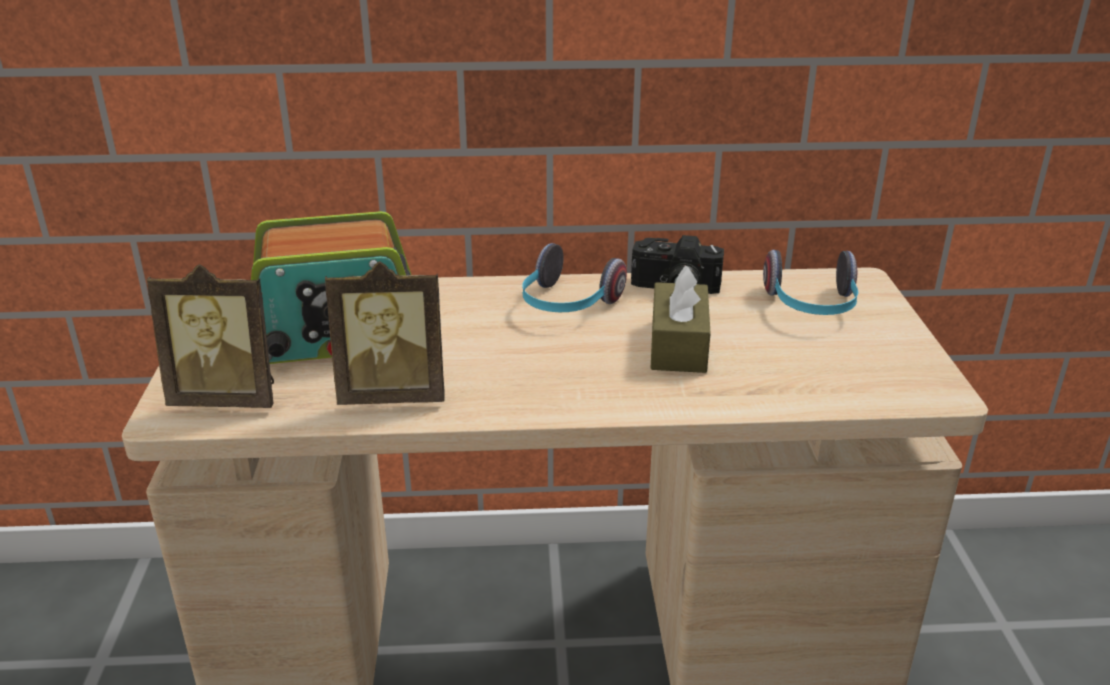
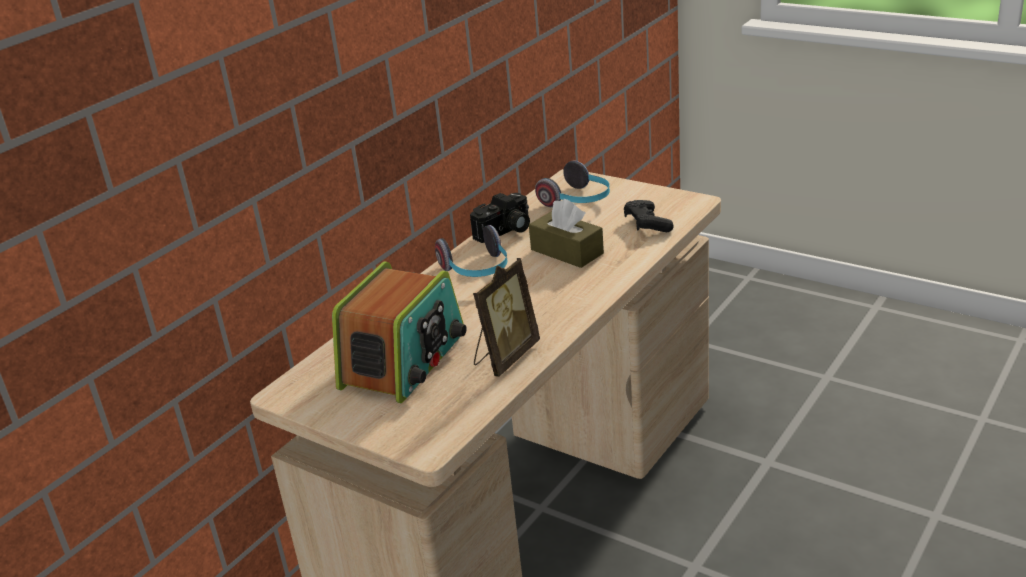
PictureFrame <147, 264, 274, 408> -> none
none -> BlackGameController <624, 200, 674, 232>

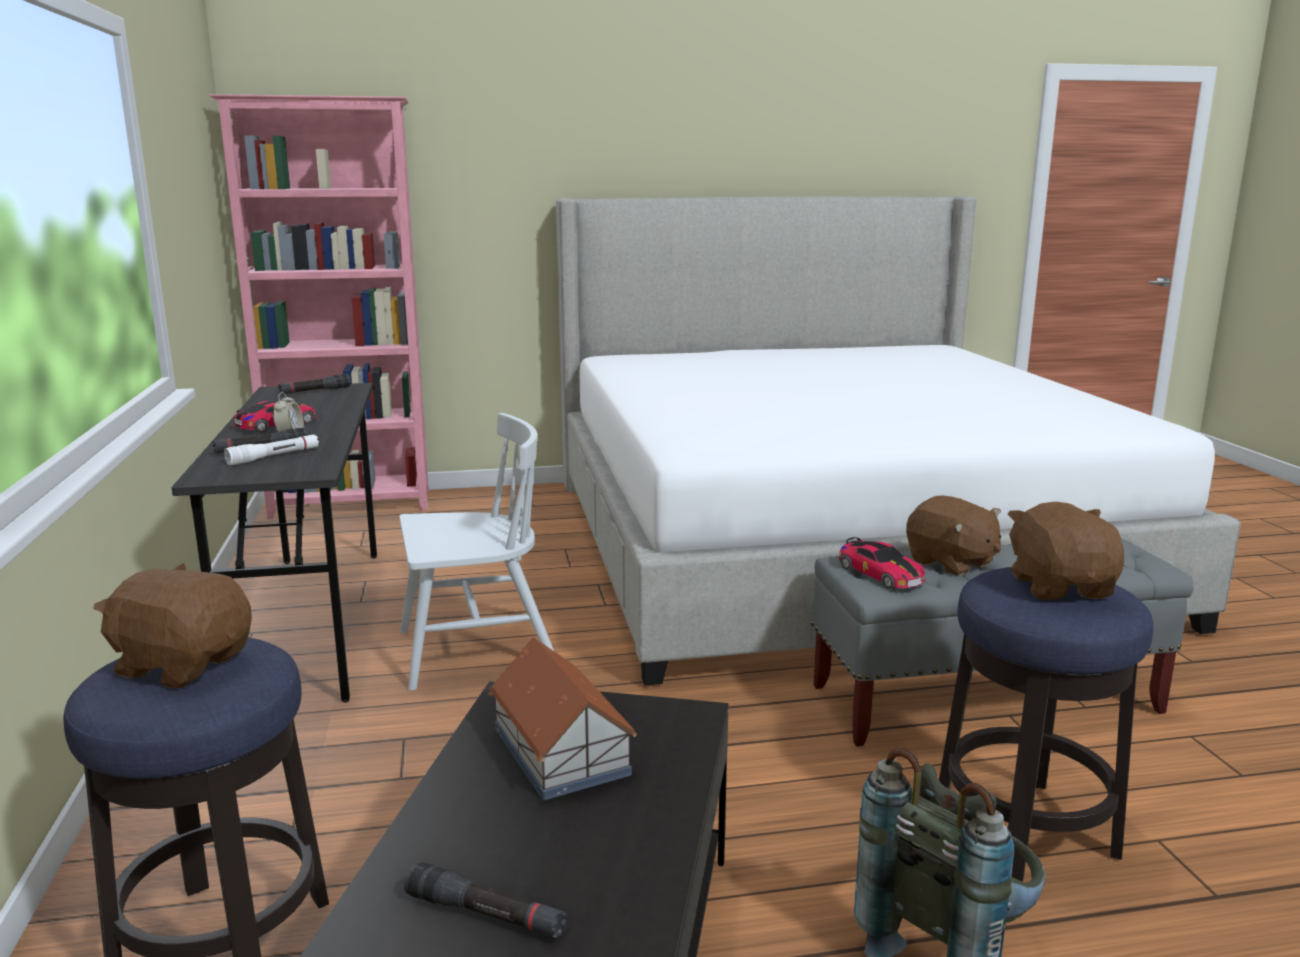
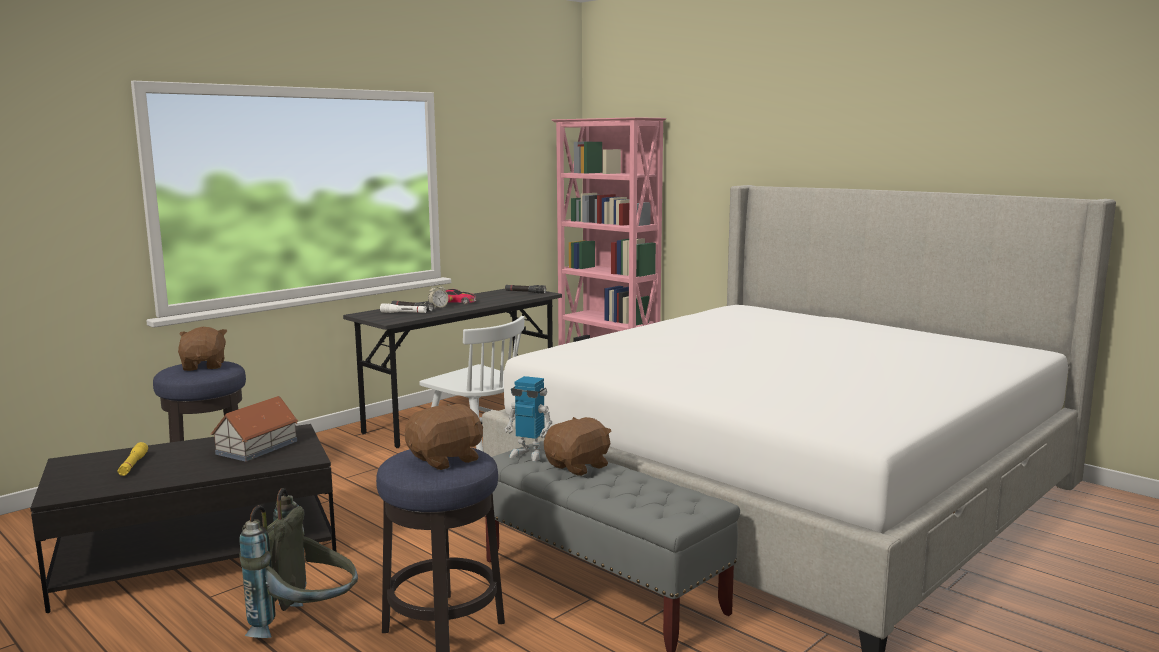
BlackFlashlight <404, 862, 566, 938> -> YellowFlashlight <117, 442, 148, 476>
ToyCar <839, 537, 925, 589> -> ToyRobot <504, 376, 552, 461>
BrownPlushToy <906, 496, 1001, 576> -> BrownPlushToy <544, 417, 612, 476>, 150 degrees counterclockwise

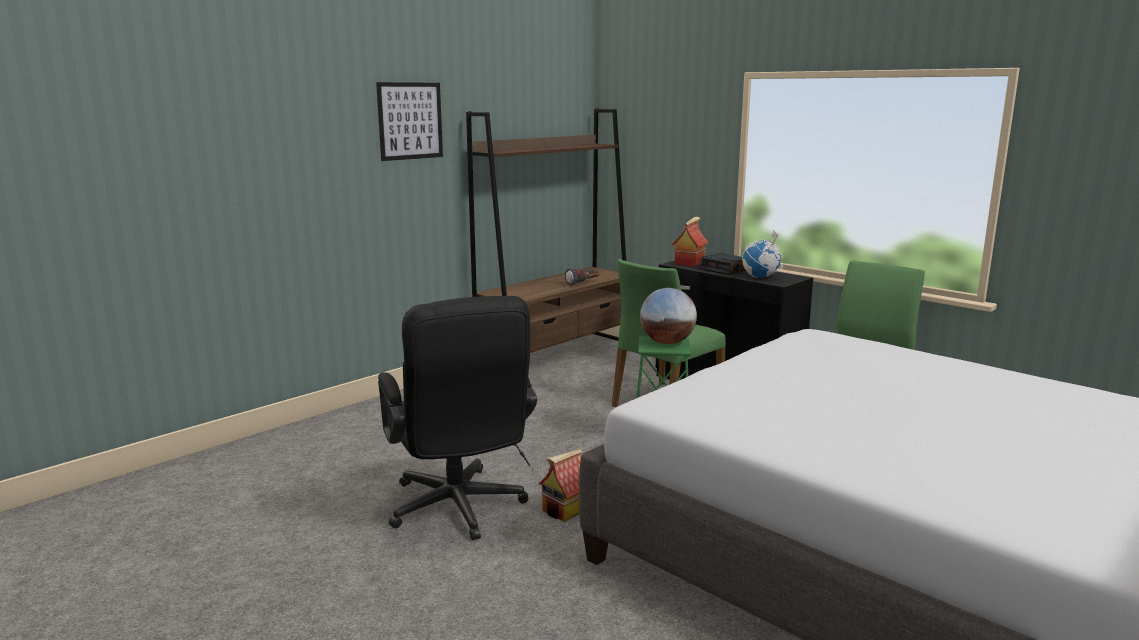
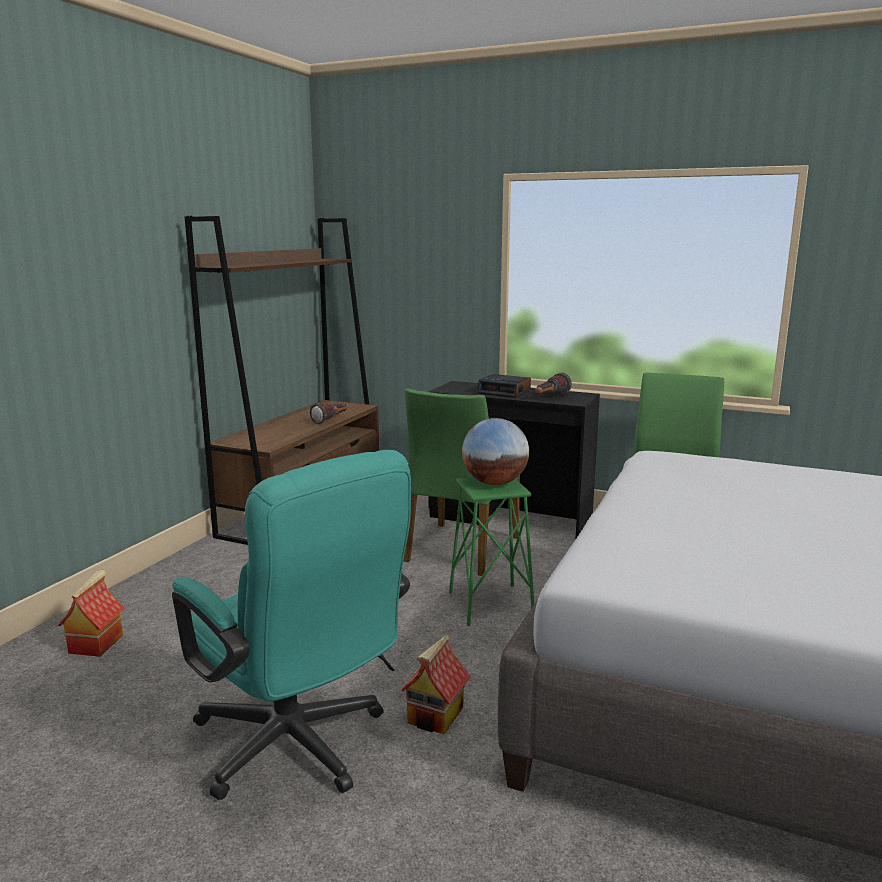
Picture <376, 82, 443, 161> -> none
BlackOfficeChair <378, 296, 537, 540> -> TurquoiseOfficeChair <172, 450, 411, 800>
ToyHouse <672, 216, 708, 267> -> ToyHouse <58, 570, 125, 657>, move
Globe <742, 230, 783, 278> -> Flashlight <535, 372, 572, 395>

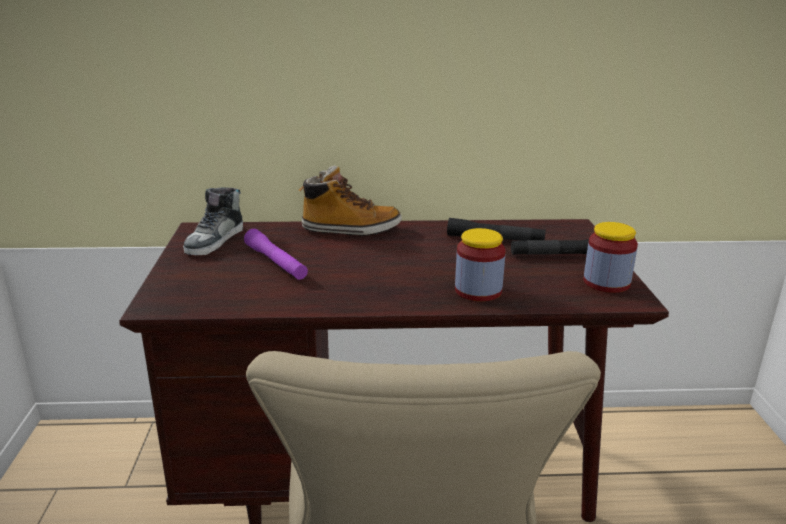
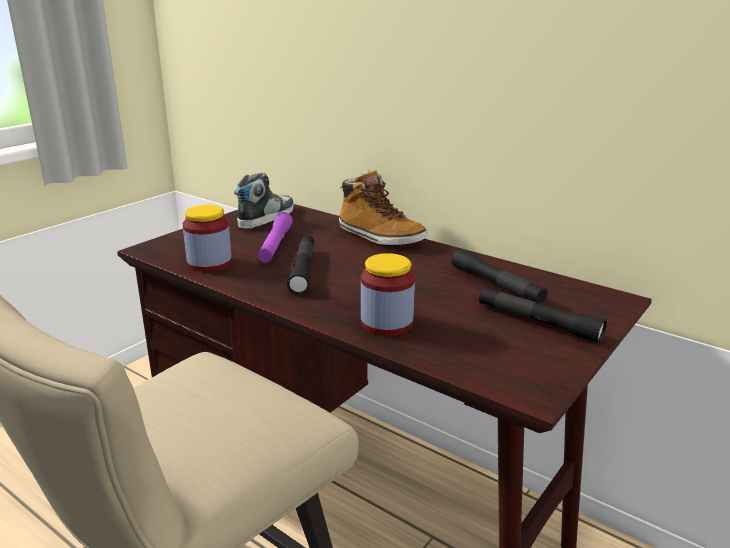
Shoe <183, 187, 243, 255> -> Shoe <234, 172, 294, 229>, 150 degrees clockwise
Jar <584, 222, 638, 293> -> Jar <183, 205, 232, 272>, move
none -> BlackFlashlight <287, 235, 314, 295>

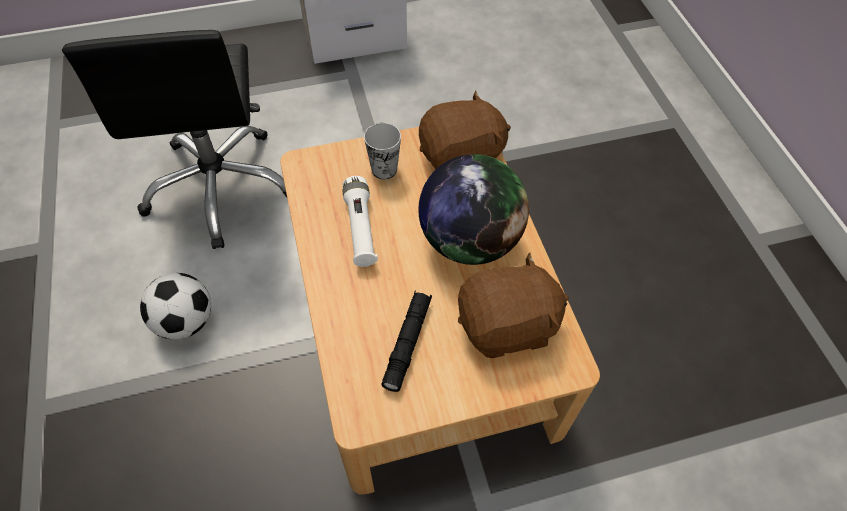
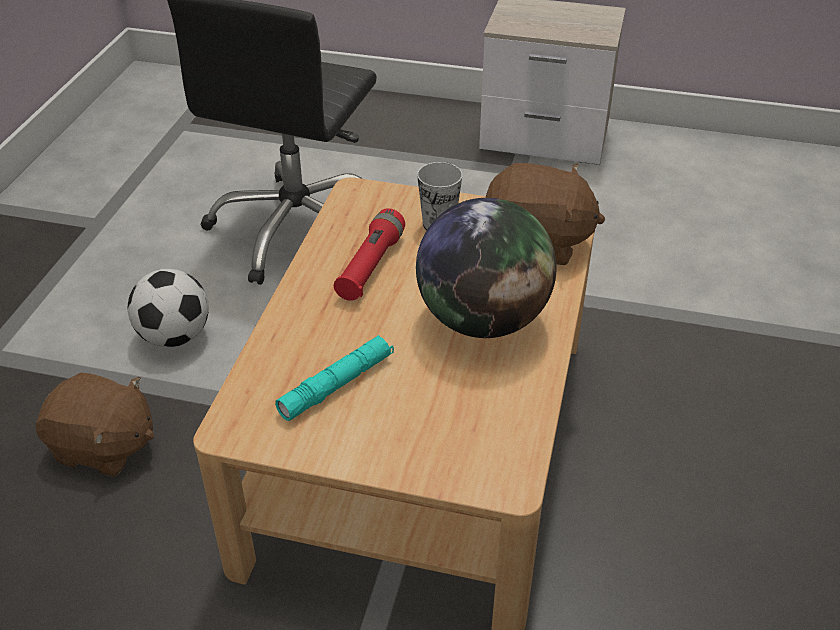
WhiteFlashlight <343, 176, 378, 267> -> RedFlashlight <334, 208, 405, 301>
BlackFlashlight <381, 290, 432, 392> -> TurquoiseFlashlight <275, 335, 394, 421>
BrownPlushToy <458, 253, 569, 358> -> BrownPlushToy <36, 373, 154, 477>, move

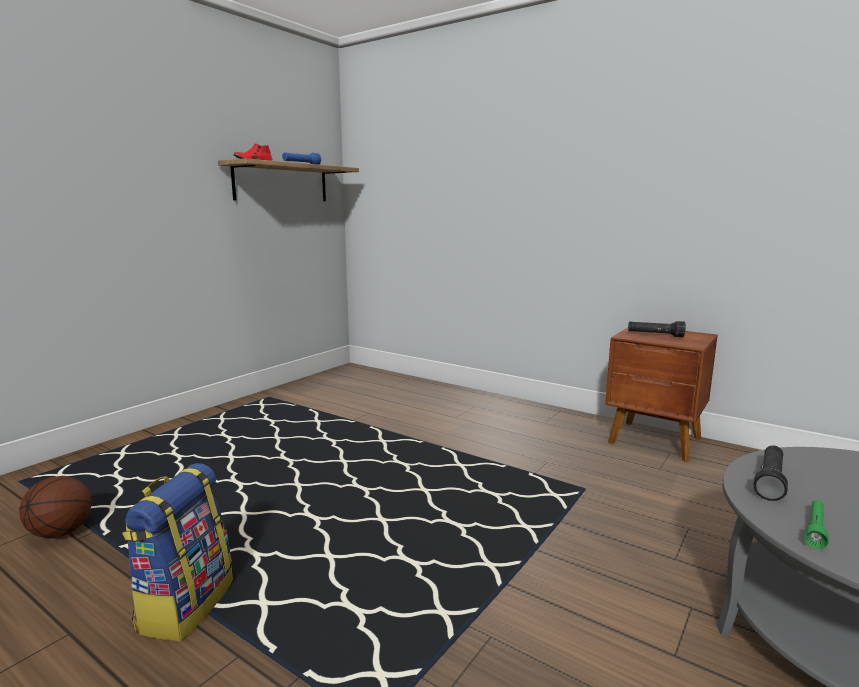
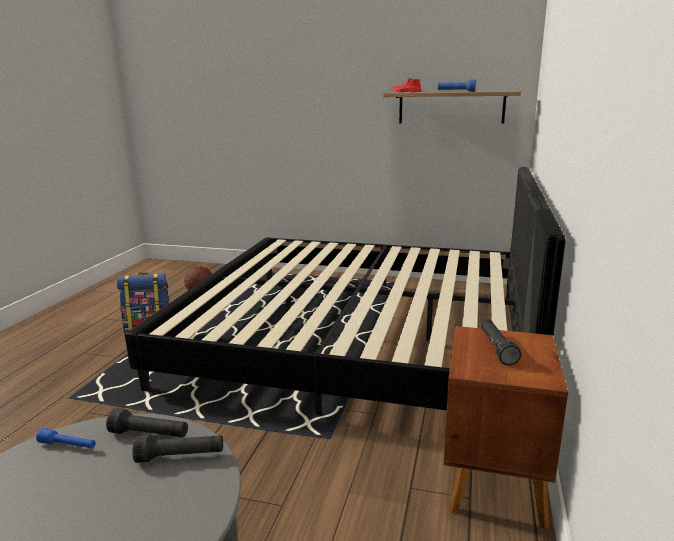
GreenFlashlight <805, 500, 829, 549> -> BlueFlashlight <36, 428, 96, 448>
none -> Bed <125, 167, 565, 416>
none -> BlackFlashlight <132, 435, 223, 463>

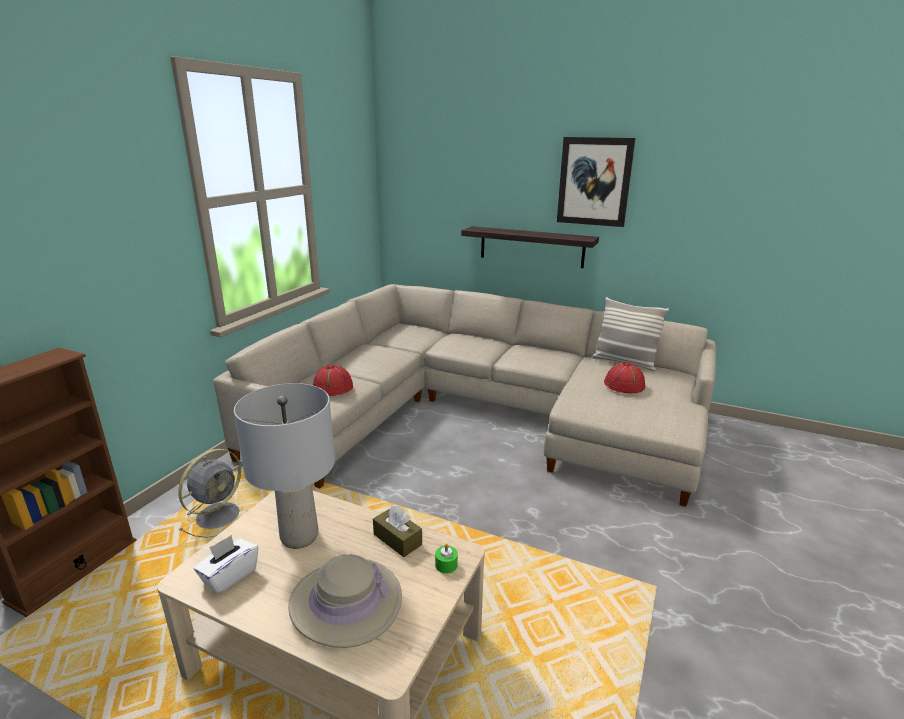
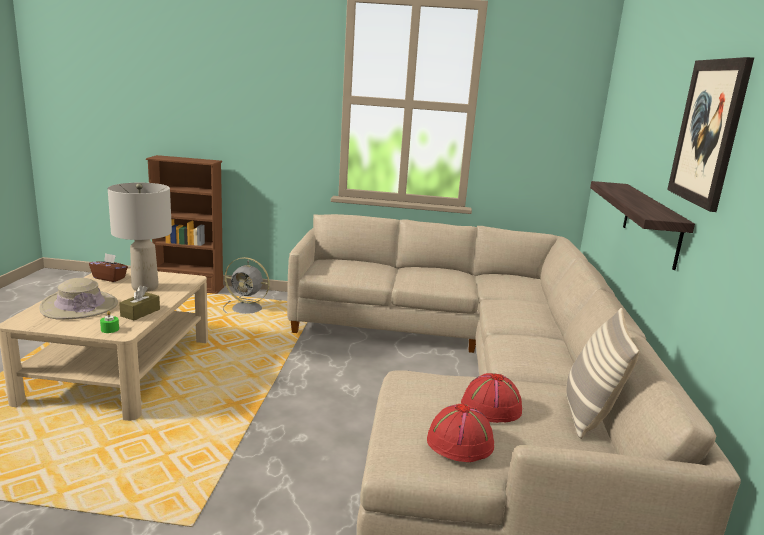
WhiteTissueBox <194, 535, 259, 594> -> BrownTissueBox <89, 253, 128, 282>
RedHat <313, 365, 353, 396> -> RedHat <427, 404, 494, 462>, move

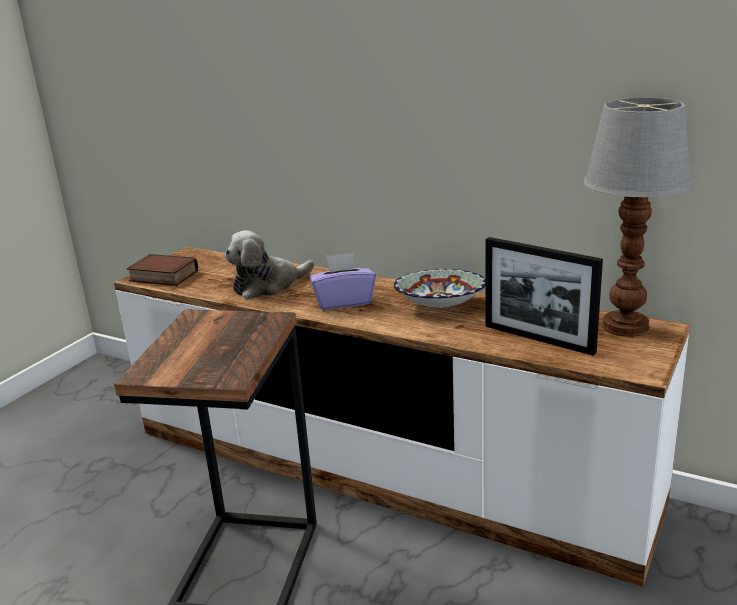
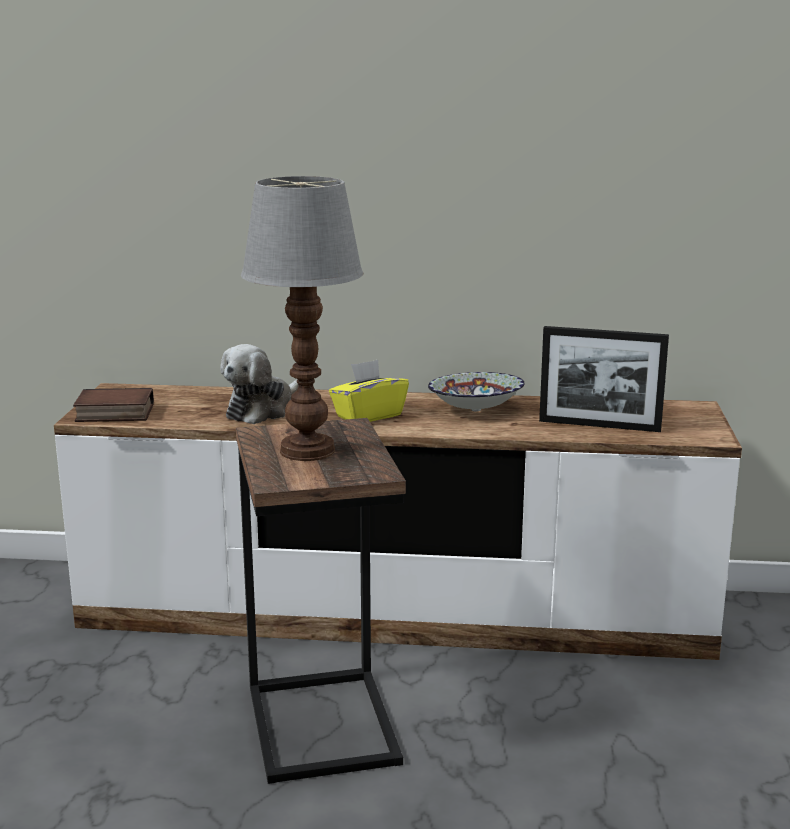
PurpleTissueBox <310, 253, 376, 310> -> YellowTissueBox <329, 360, 409, 422>
TableLamp <584, 98, 693, 337> -> TableLamp <241, 176, 363, 461>, move

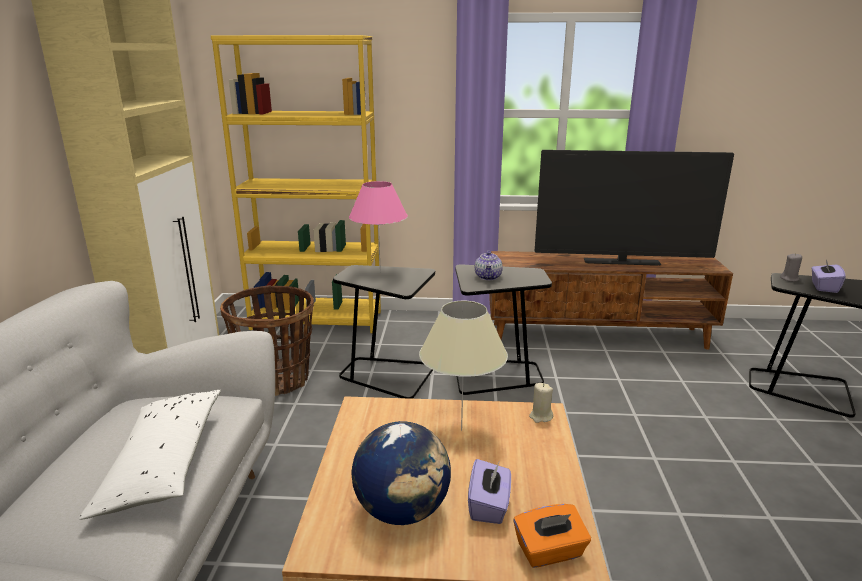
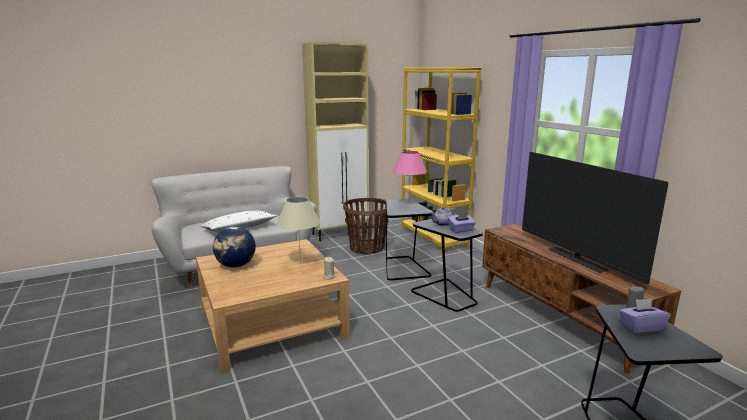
PurpleTissueBox <468, 459, 511, 524> -> PurpleTissueBox <448, 213, 476, 233>, move
OrangeTissueBox <513, 504, 591, 568> -> none

